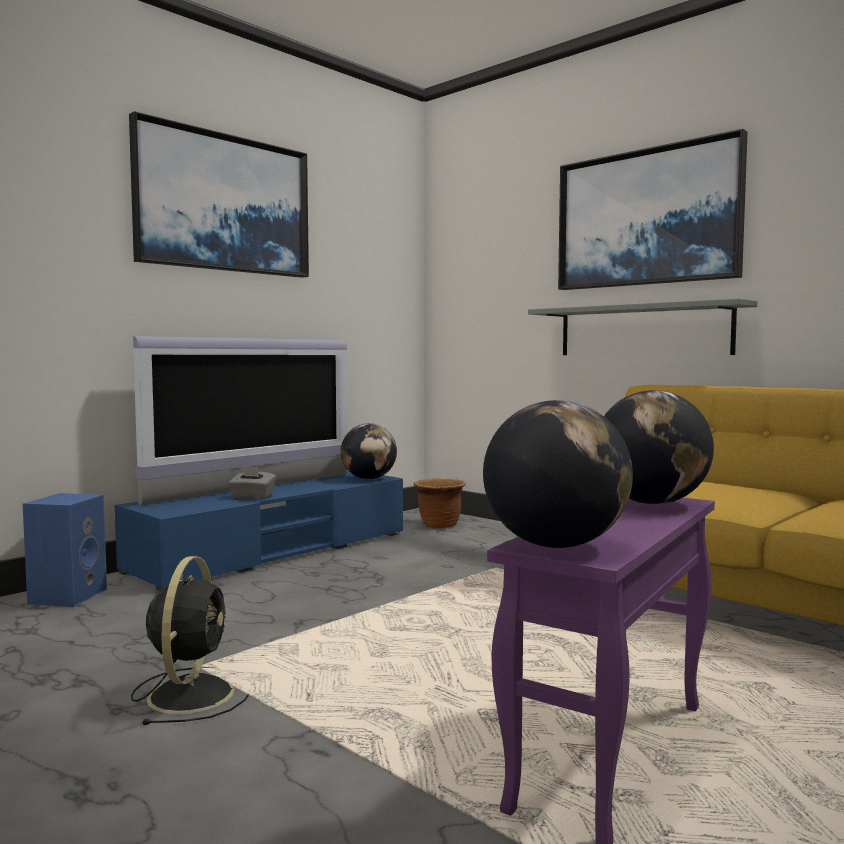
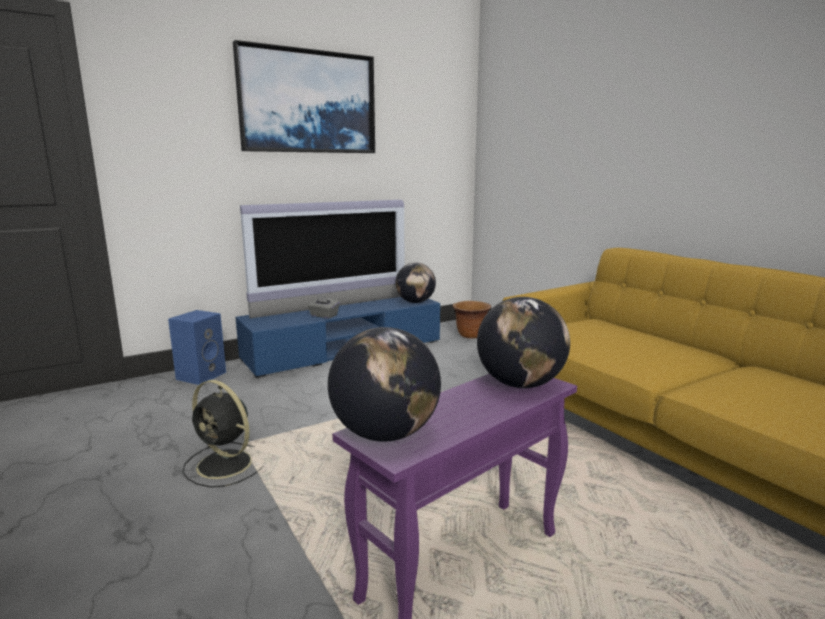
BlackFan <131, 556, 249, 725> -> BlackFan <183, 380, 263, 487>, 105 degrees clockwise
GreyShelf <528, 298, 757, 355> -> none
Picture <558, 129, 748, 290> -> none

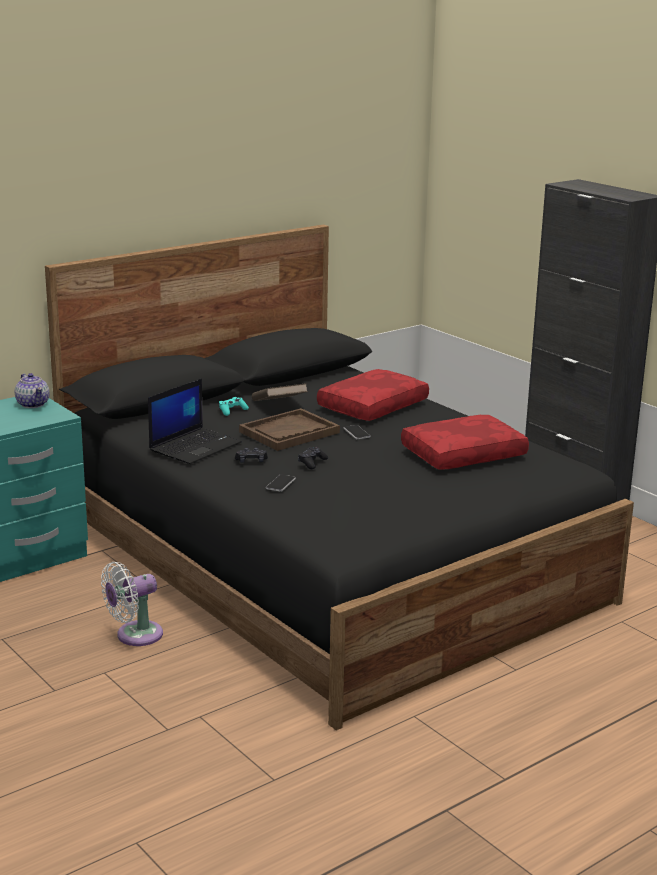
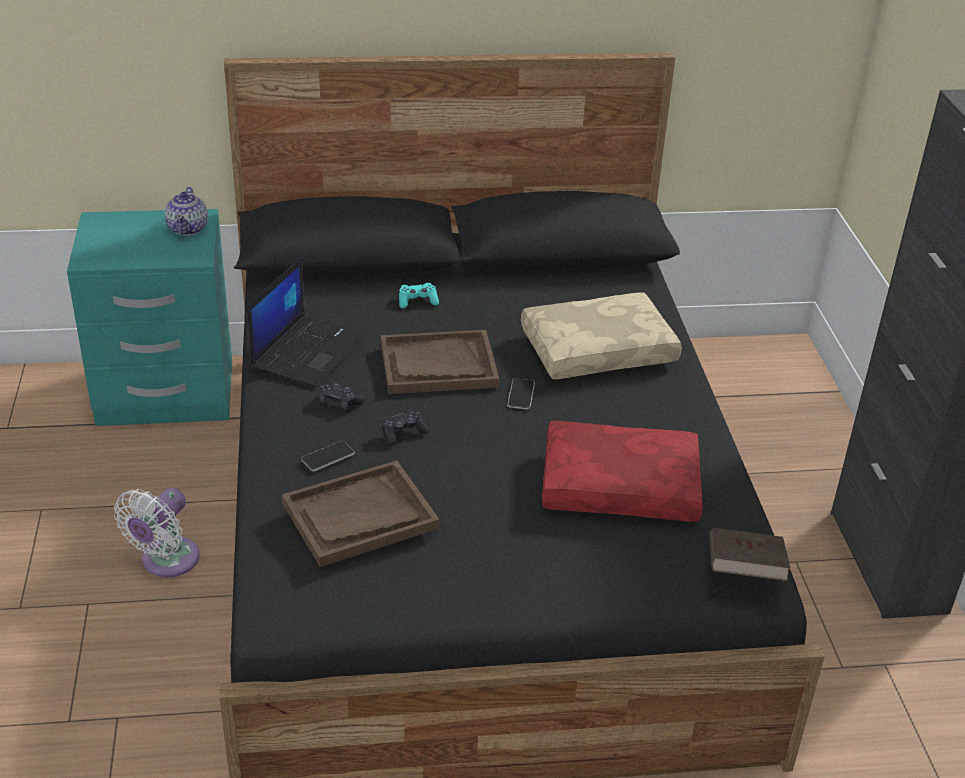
WhiteFan <101, 562, 163, 646> -> WhiteFan <114, 488, 200, 577>, 60 degrees counterclockwise
Laptop <148, 379, 242, 464> -> Laptop <247, 257, 366, 388>, 45 degrees counterclockwise
BrownBook <252, 383, 308, 401> -> BrownBook <709, 528, 790, 581>, move
RedPillow <317, 369, 429, 421> -> BeigePillow <521, 293, 682, 379>
none -> BrownTray <282, 461, 439, 567>

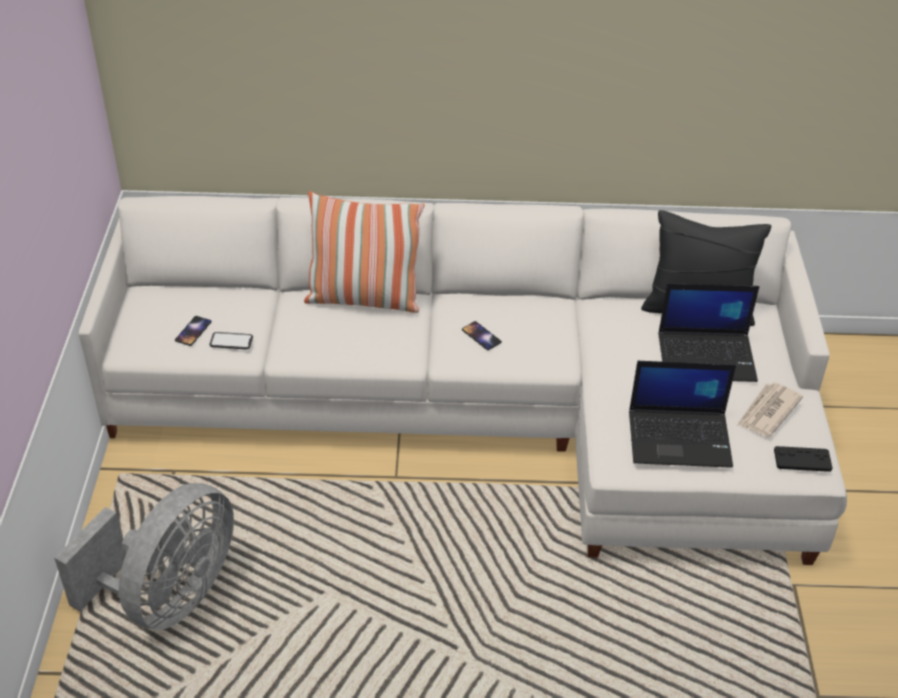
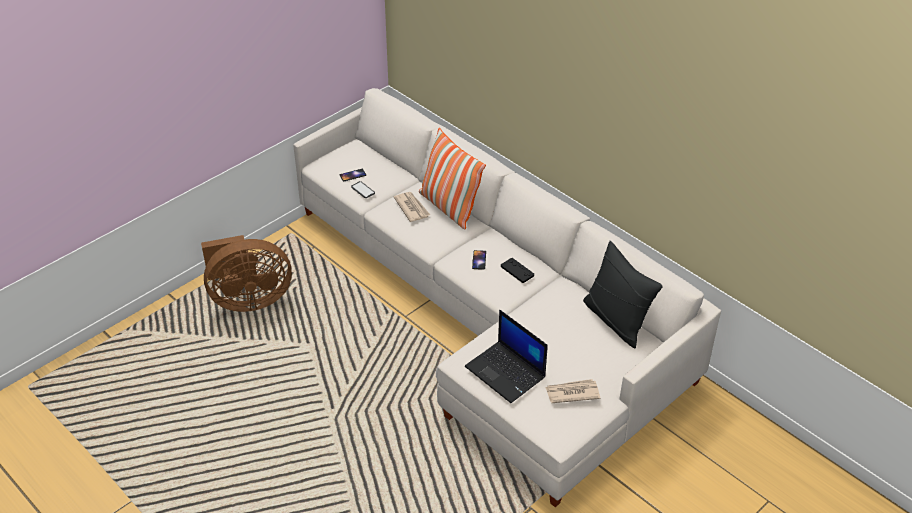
GreyFan <54, 483, 234, 630> -> BrownFan <201, 235, 292, 312>
Laptop <658, 283, 760, 382> -> none
BlackGameController <774, 446, 832, 472> -> BlackGameController <501, 258, 534, 283>, move
none -> Newspaper <394, 192, 430, 222>

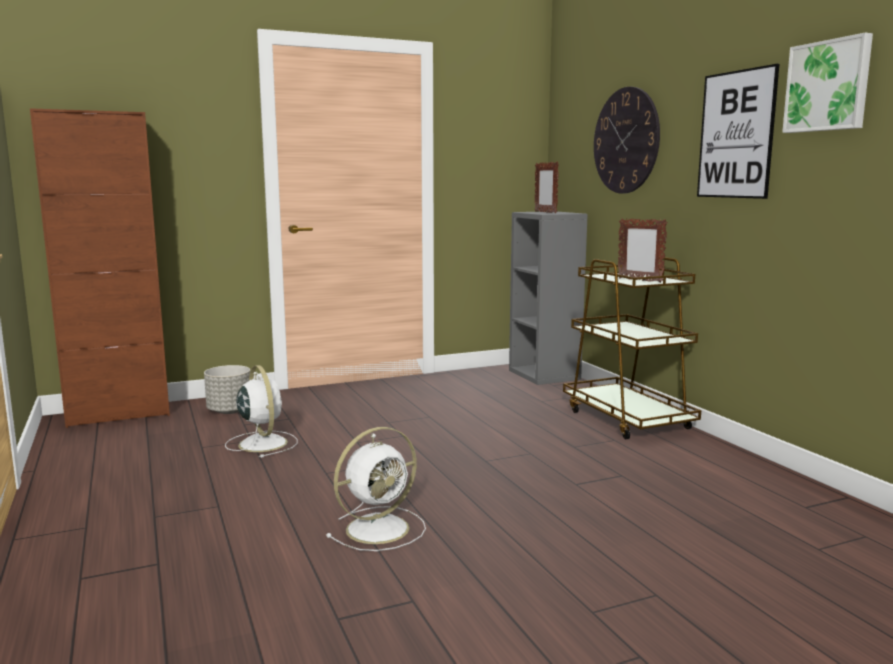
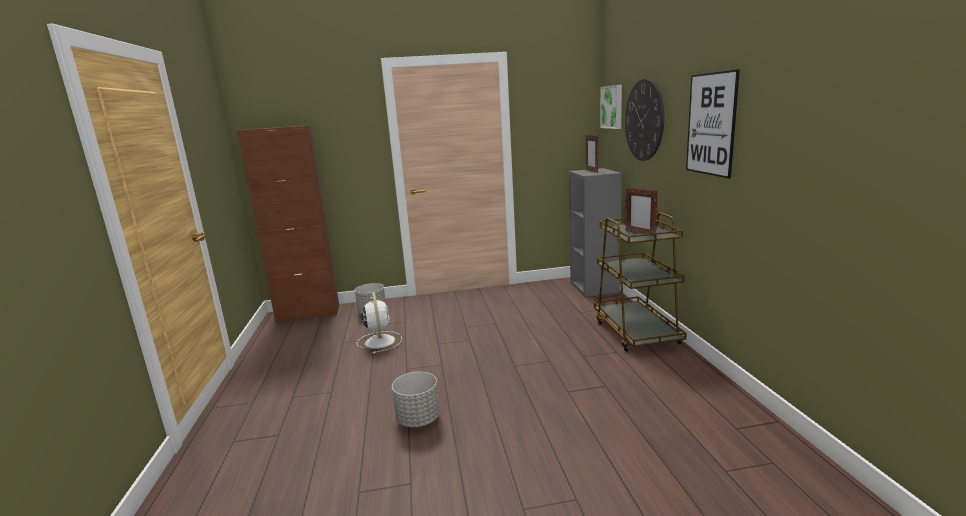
WhiteFan <326, 427, 426, 551> -> GreyPlanter <392, 372, 440, 427>
Picture <782, 33, 873, 133> -> Picture <600, 85, 622, 129>, move

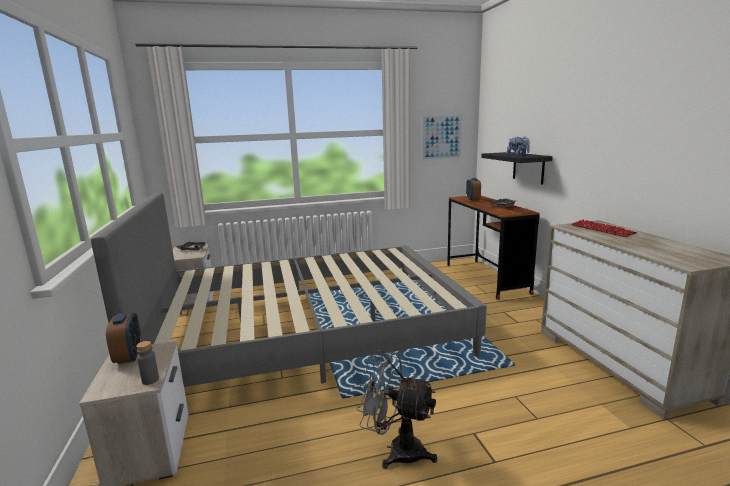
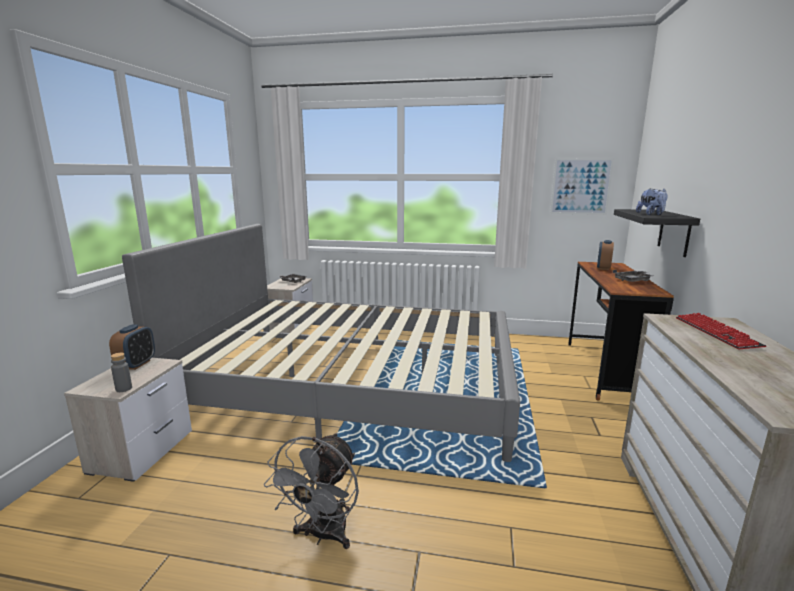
GreyFan <356, 350, 437, 469> -> GreyFan <264, 433, 359, 549>, 120 degrees counterclockwise

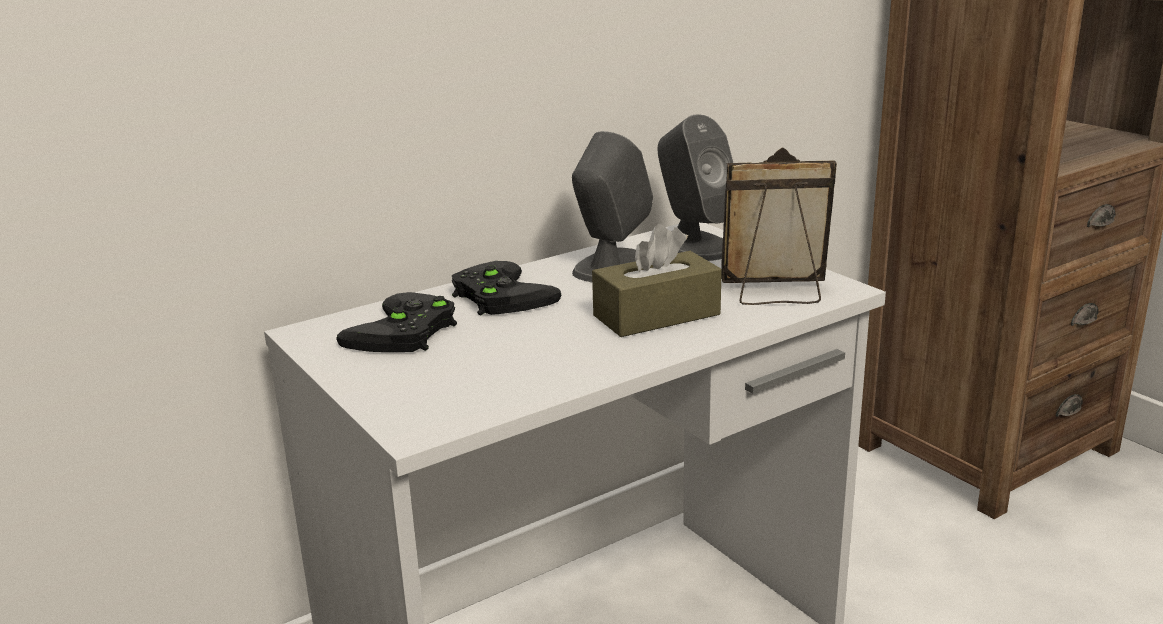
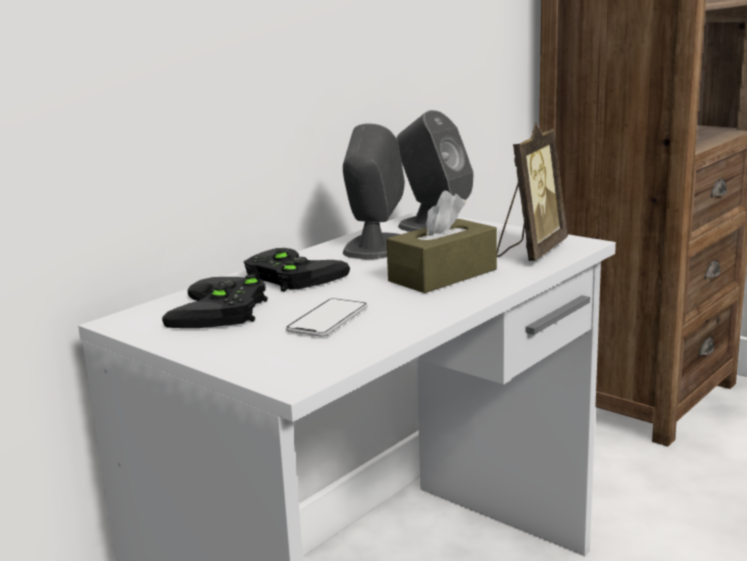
PictureFrame <721, 148, 837, 305> -> PictureFrame <497, 122, 568, 261>, 135 degrees clockwise
none -> Phone <286, 298, 368, 337>

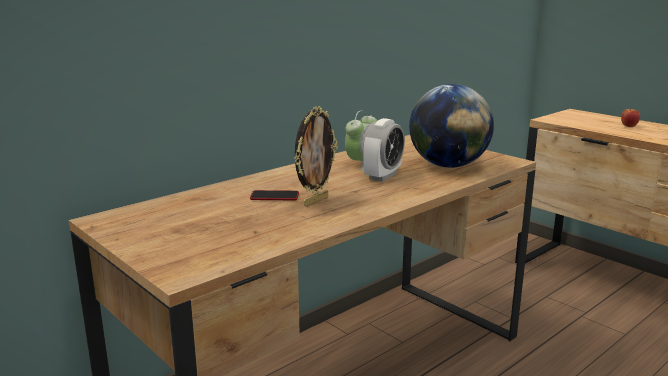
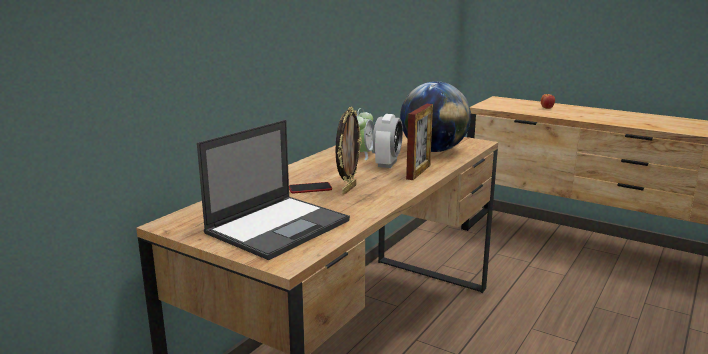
none -> Laptop <197, 120, 350, 260>
none -> PictureFrame <406, 104, 433, 180>

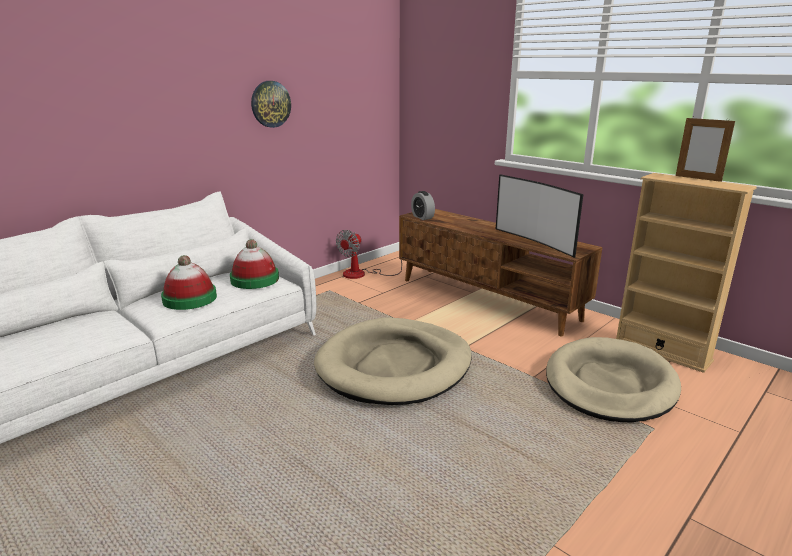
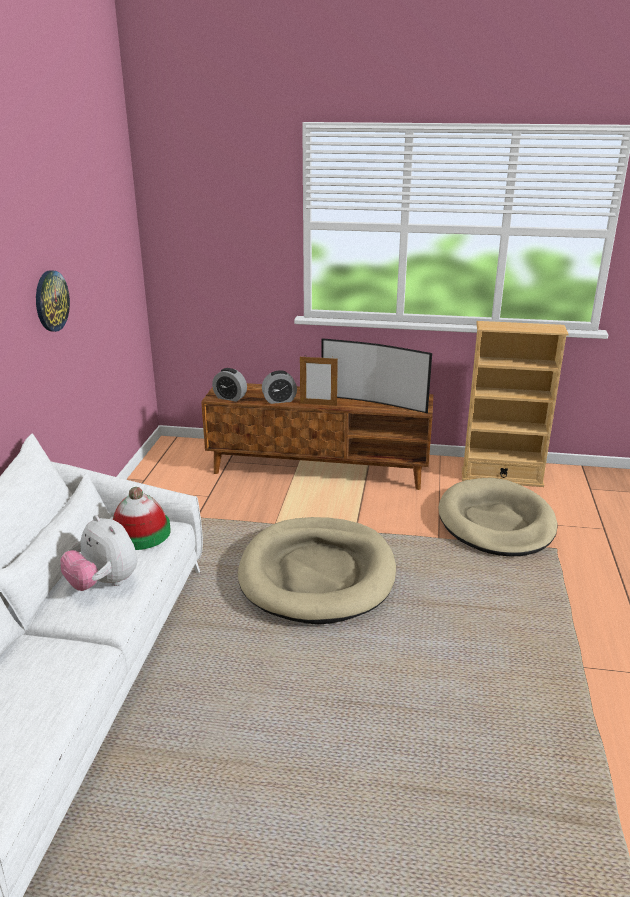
Hat <161, 255, 217, 310> -> PlushToy <60, 515, 138, 591>
Fan <336, 230, 402, 279> -> none
PictureFrame <676, 116, 735, 182> -> PictureFrame <300, 356, 338, 406>, move
none -> AlarmClock <262, 370, 297, 404>

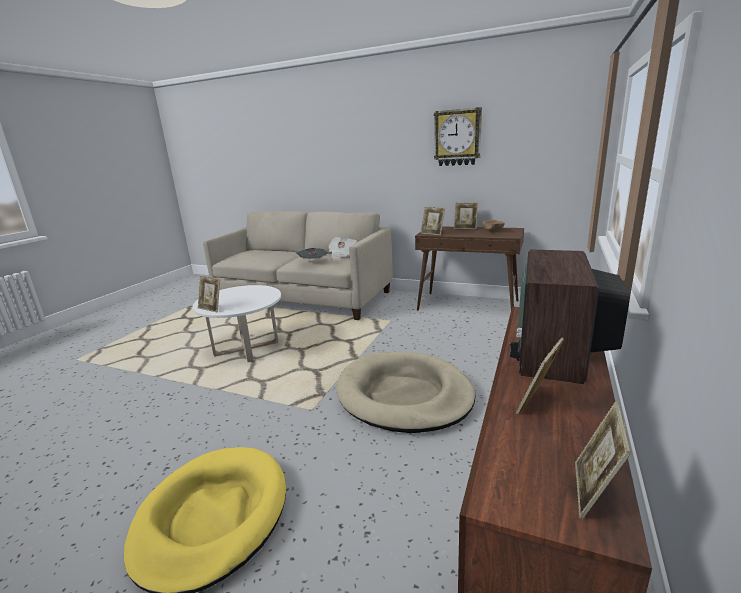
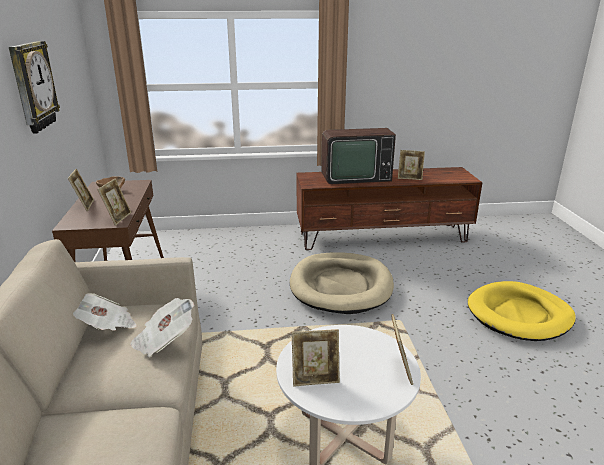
PictureFrame <575, 401, 631, 519> -> PictureFrame <292, 329, 340, 387>, move

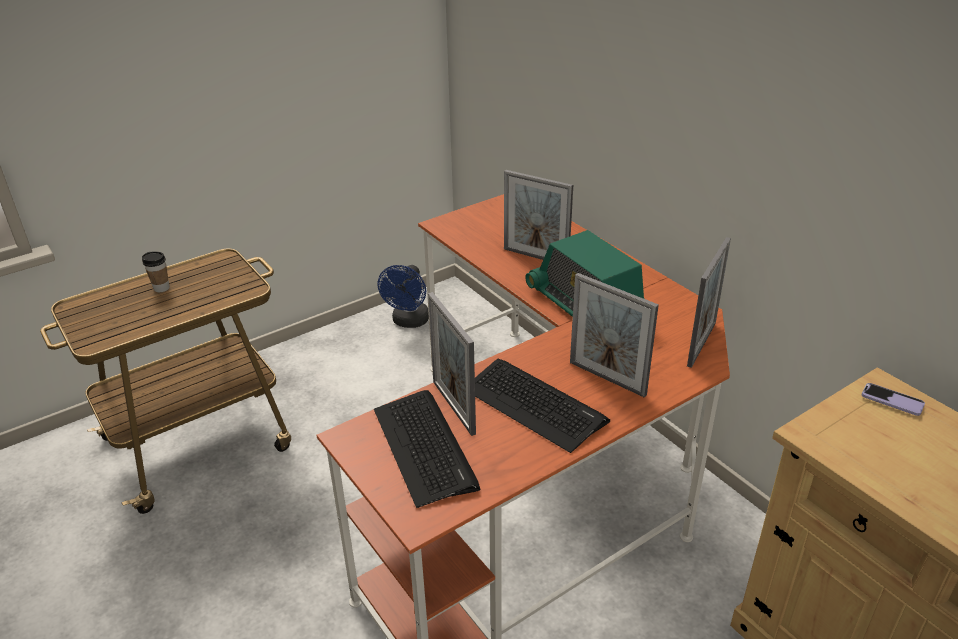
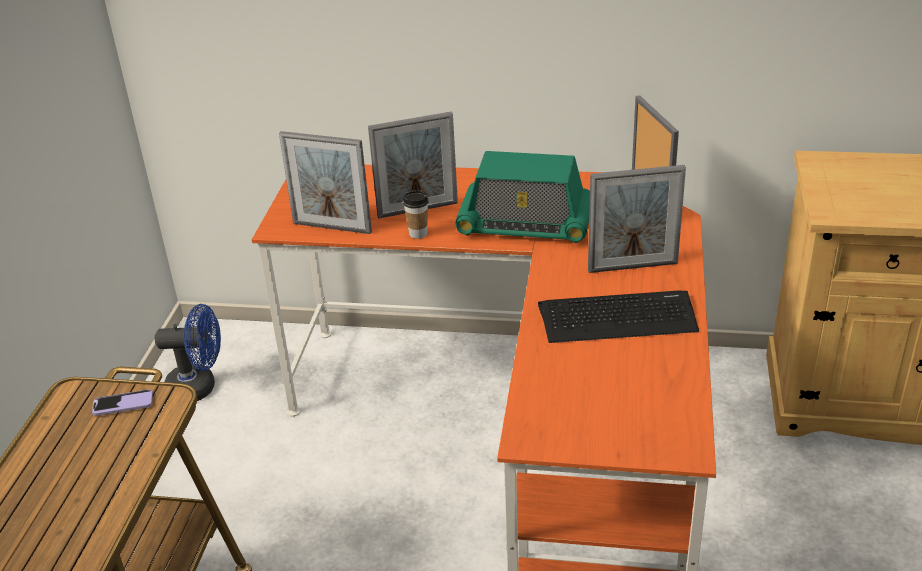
Cup <142, 251, 170, 292> -> Cup <403, 190, 429, 239>, move
Keyboard <374, 390, 480, 508> -> none
BlueFan <378, 265, 429, 328> -> BlueFan <155, 304, 221, 401>, 60 degrees counterclockwise
PictureFrame <428, 292, 476, 436> -> PictureFrame <279, 131, 372, 234>, move
Phone <861, 383, 925, 416> -> Phone <92, 389, 153, 416>, move

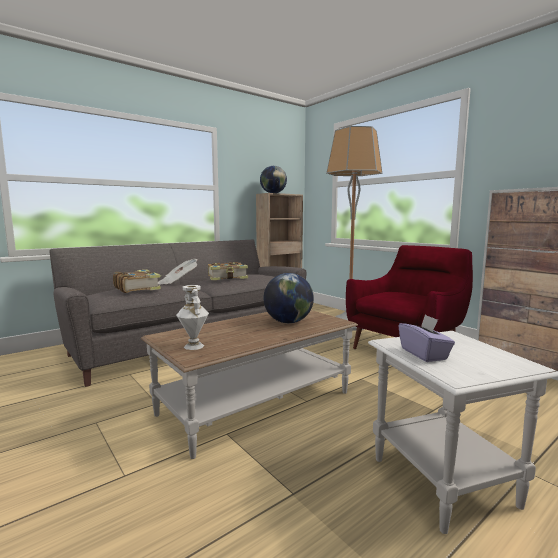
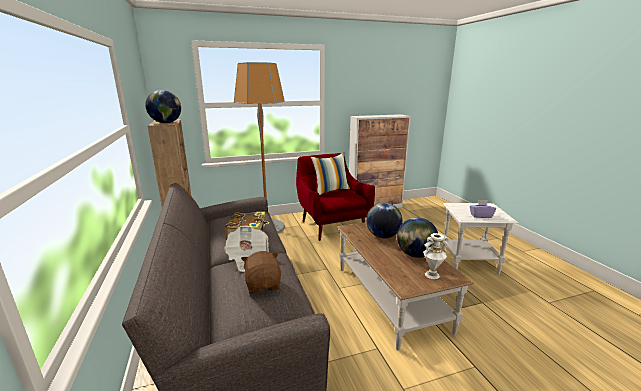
Book <113, 270, 161, 293> -> BrownPlushToy <241, 251, 281, 294>
none -> Pillow <311, 152, 350, 195>
none -> Globe <397, 217, 438, 258>

